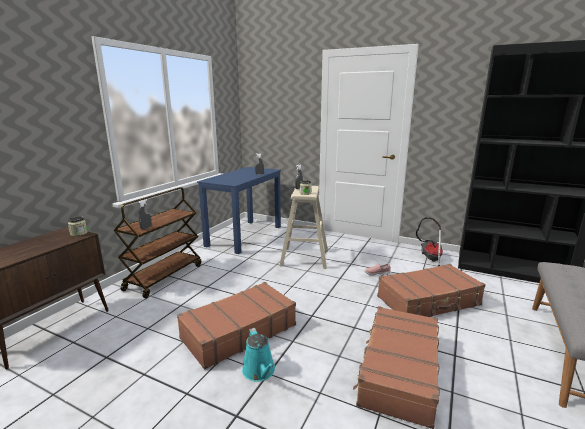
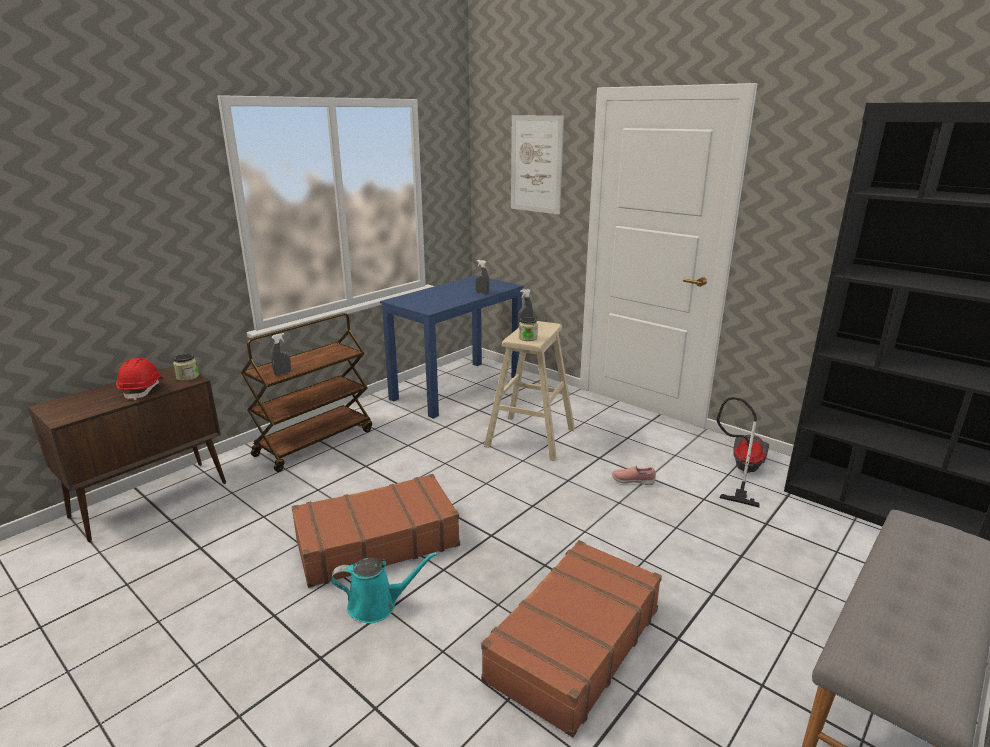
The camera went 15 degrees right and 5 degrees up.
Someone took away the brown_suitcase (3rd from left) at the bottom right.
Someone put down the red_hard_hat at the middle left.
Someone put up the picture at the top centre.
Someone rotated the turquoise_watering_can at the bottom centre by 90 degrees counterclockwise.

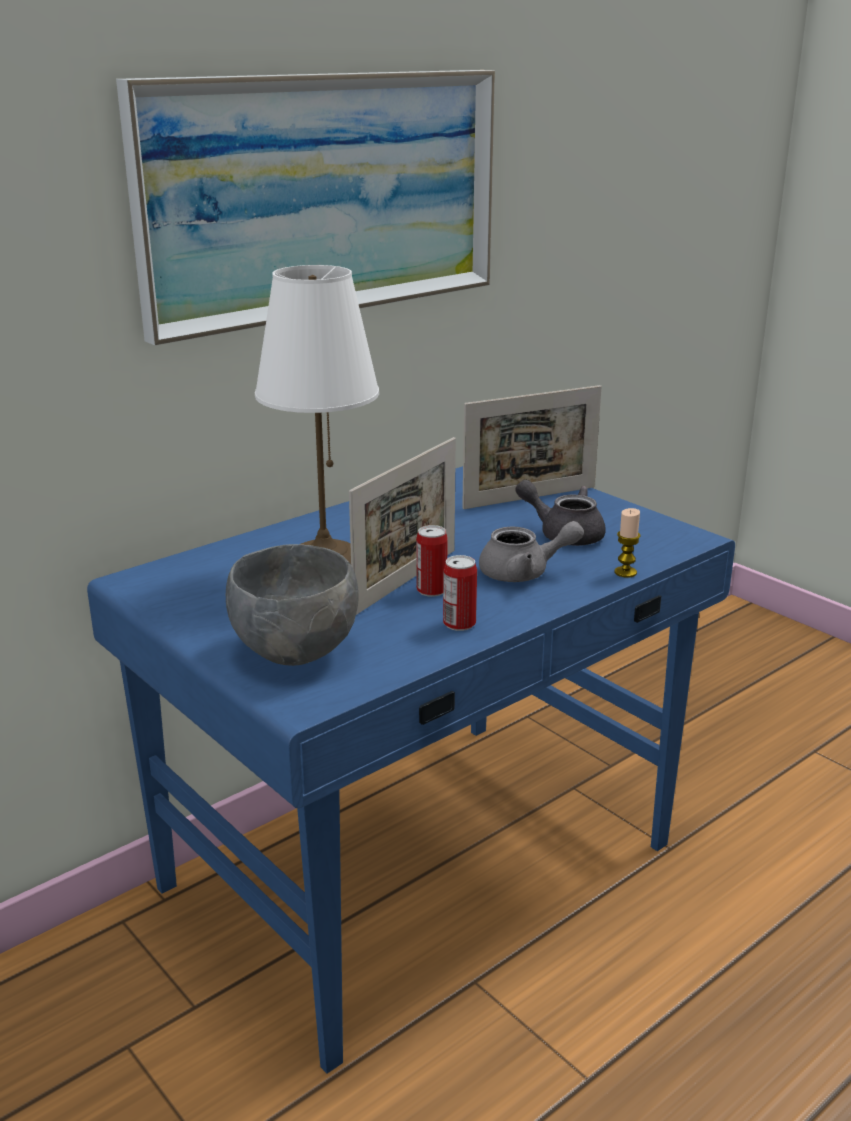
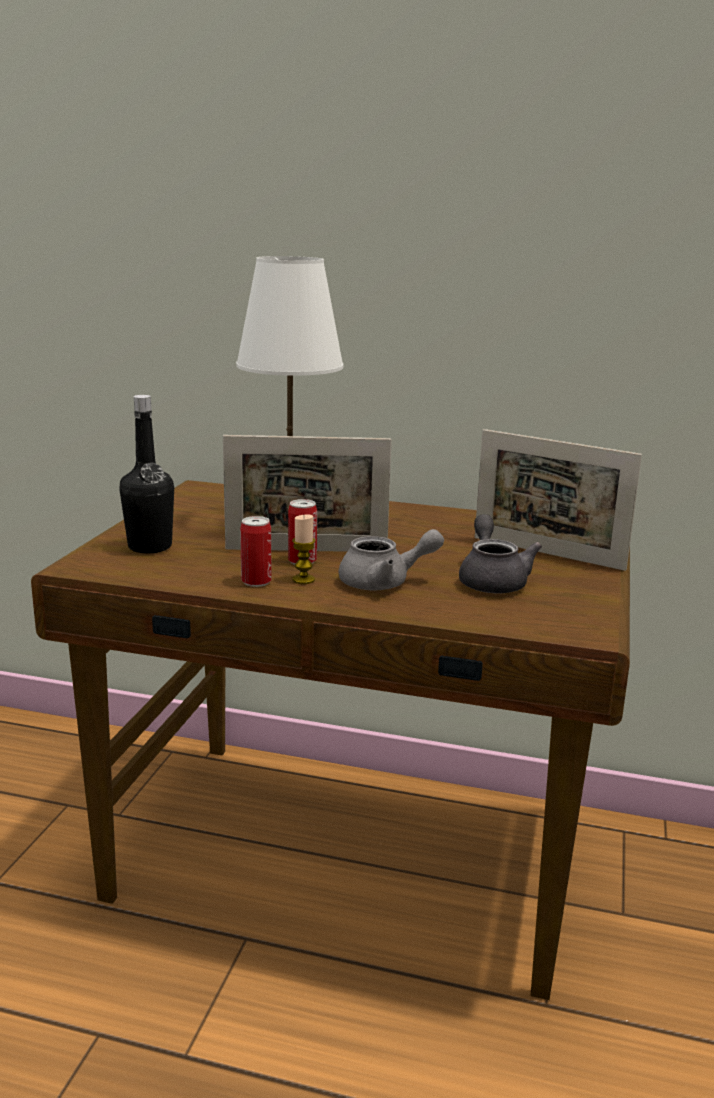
The camera went 55 degrees right and 5 degrees down.
Someone took away the picture at the top centre.
Someone carried the candle from the middle right to the centre.
Someone swapped the grey_bowl at the centre for the black_bottle at the middle left.
Someone repainted the blue_desk at the bottom centre, which became the brown_desk at the bottom centre.
Someone rotated the grey_teapot (1st from left) at the centre by 60 degrees counterclockwise.

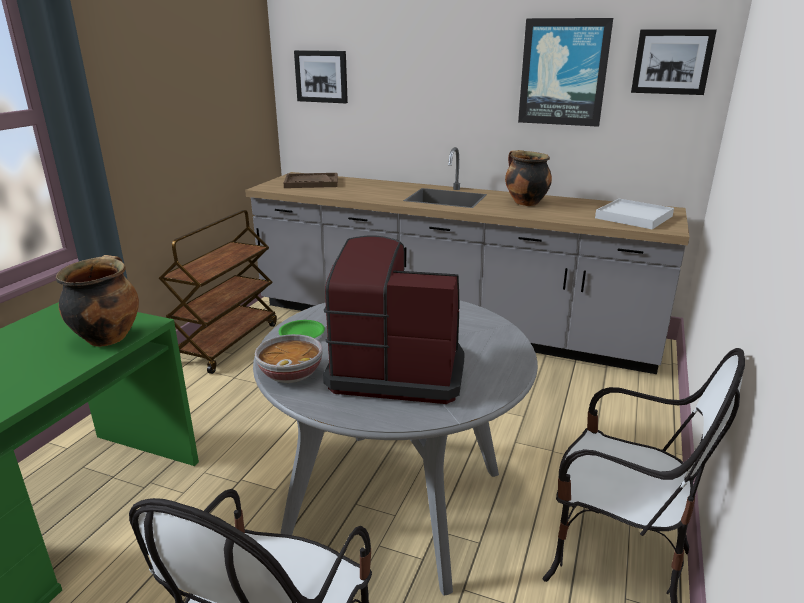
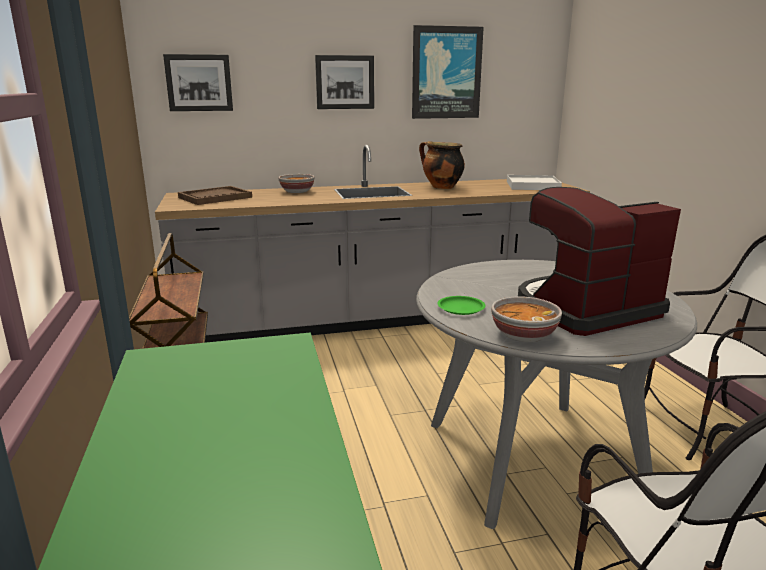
The camera went 35 degrees left and 5 degrees down.
Someone took away the cooking_pot (1st from left) at the middle left.
Someone put down the bowl (1st from left) at the top centre.
Someone carried the picture (3rd from left in the first image) from the top right to the top centre.

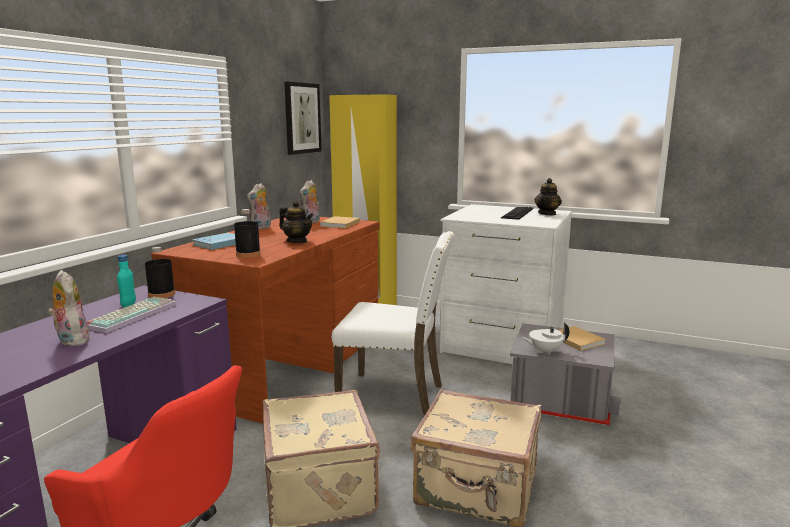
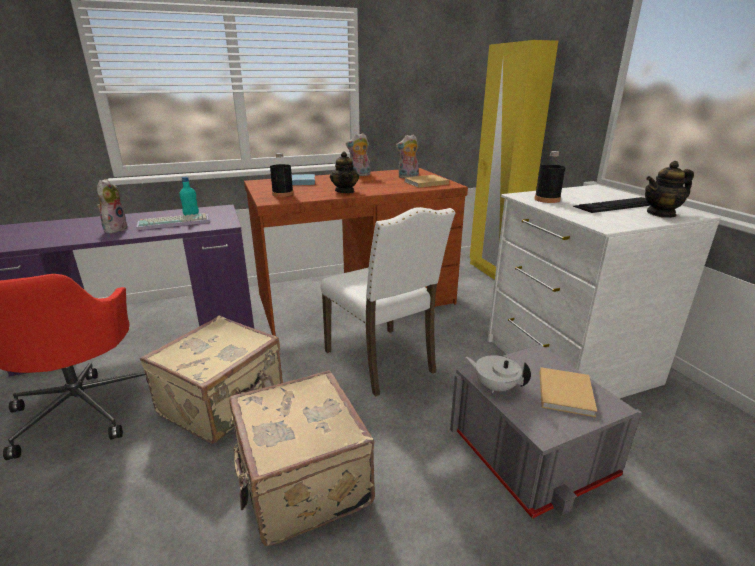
The camera went 45 degrees right and 10 degrees up.
Someone took away the picture at the top centre.
Someone carried the black_bottle (1st from left in the first image) from the middle left to the top right.

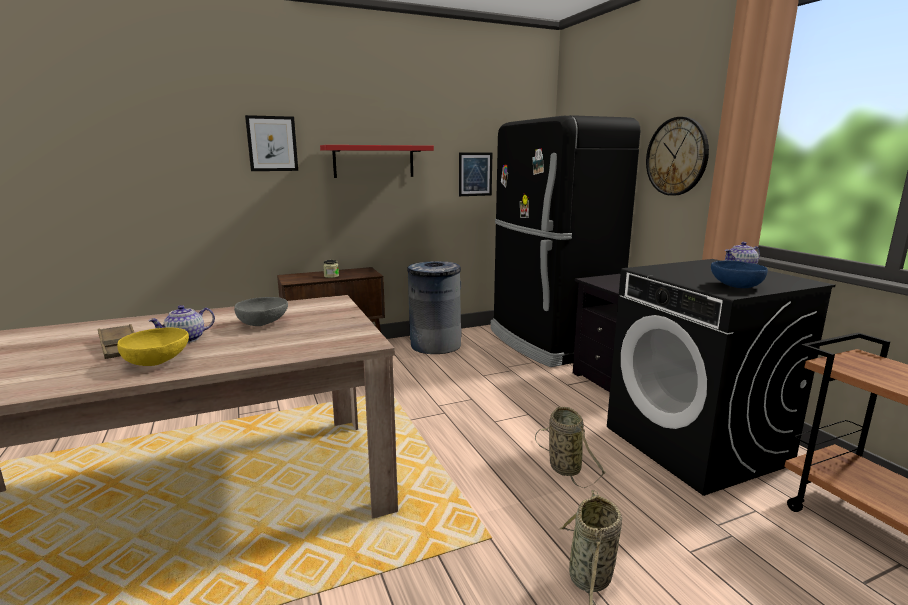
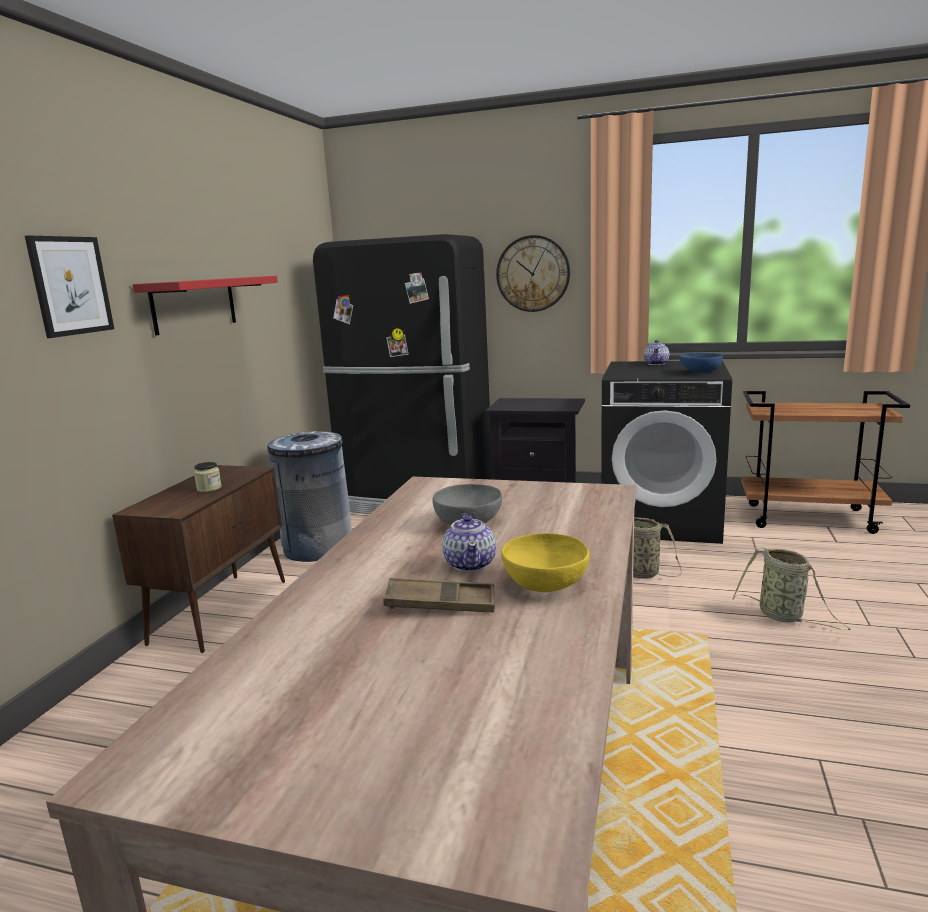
The camera went 50 degrees left and 0 degrees up.
Someone took away the picture (2nd from left) at the top centre.

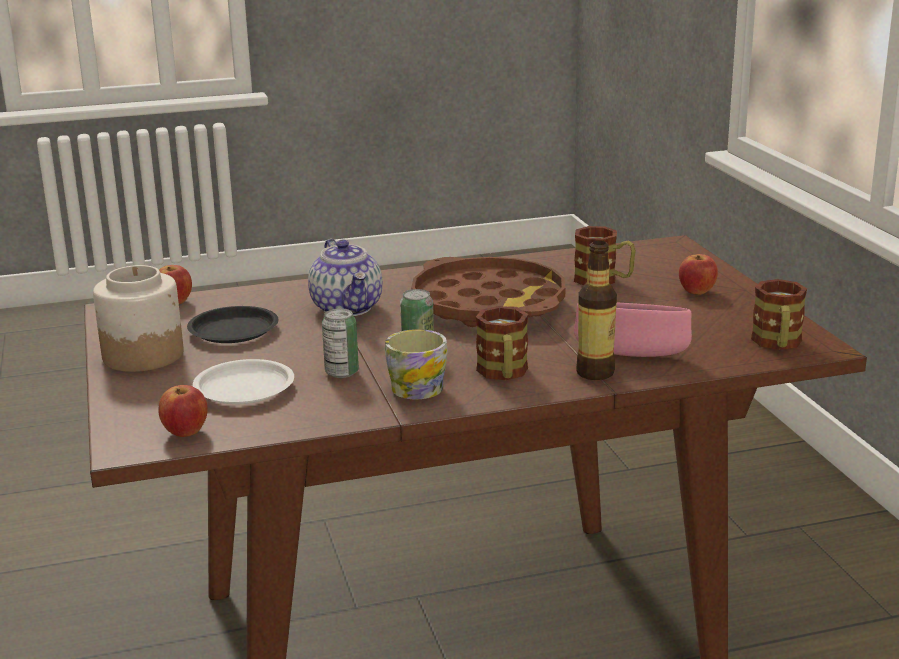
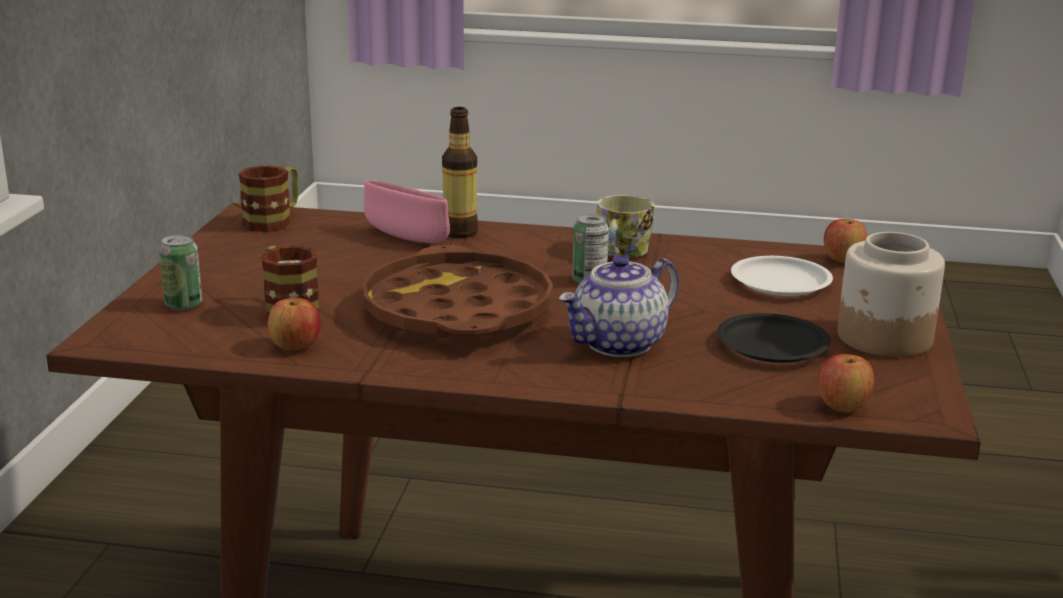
The camera went 155 degrees left and 0 degrees up.
Someone took away the mug (2nd from left) at the centre.
Someone carried the can (1st from left) from the centre to the middle left.
Someone carried the apple (3rd from left in the first image) from the middle right to the middle left.
Someone rotated the teapot at the centre by 135 degrees counterclockwise.

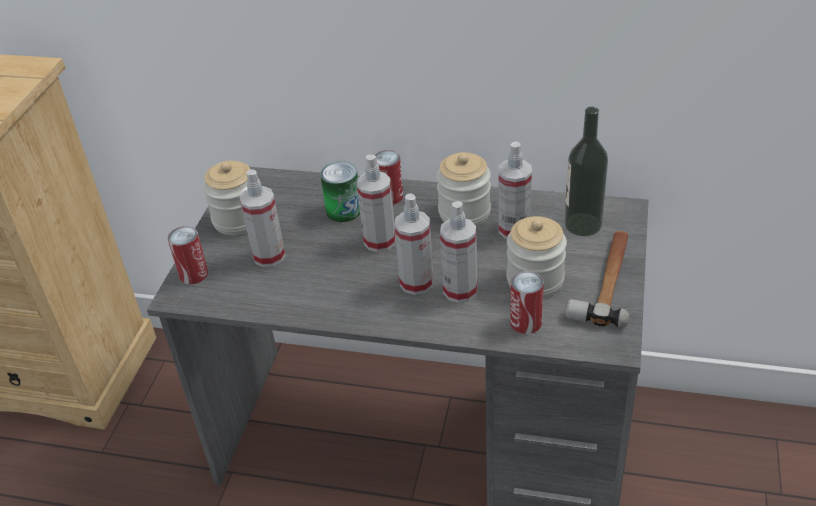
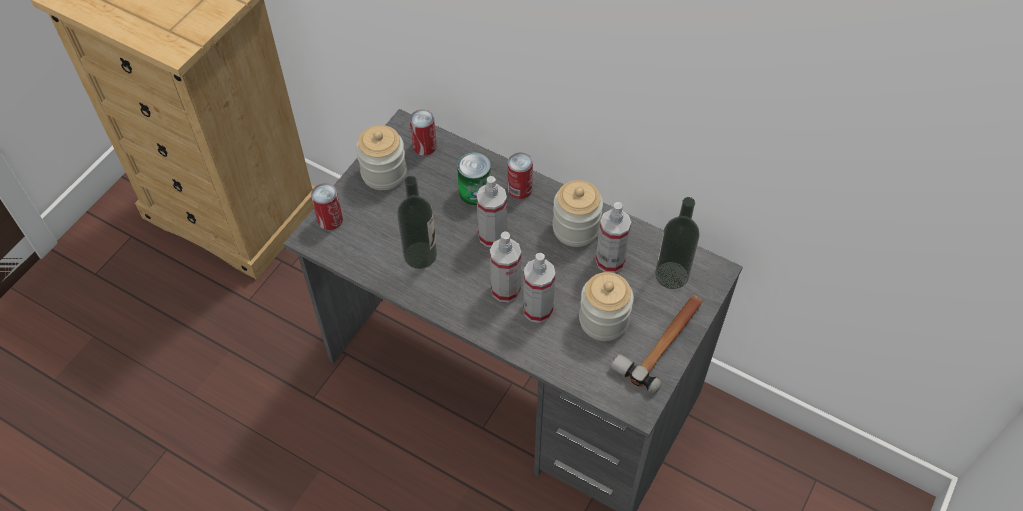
The camera went 15 degrees right and 15 degrees up.
Someone took away the spray_bottle (1st from left) at the middle left.
Someone put down the bottle (1st from left) at the centre.
Someone carried the can (4th from left in the first image) from the centre to the top centre.

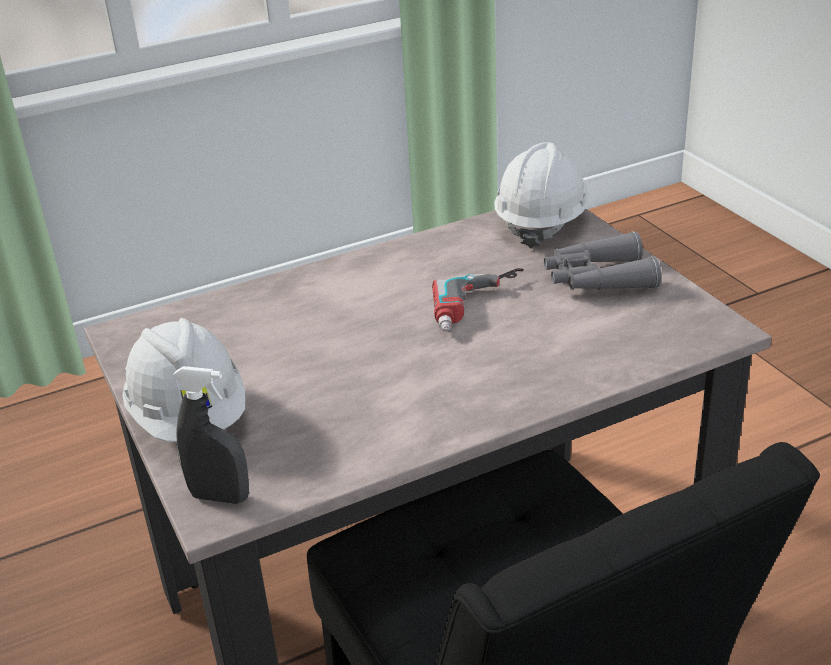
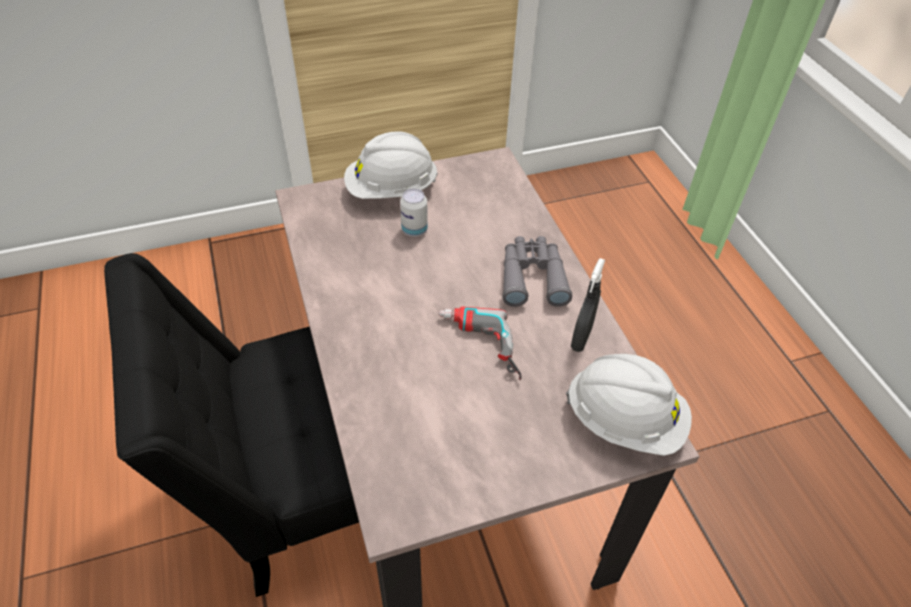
The camera went 95 degrees right and 15 degrees up.
Someone put down the can at the centre.
Someone carried the grey_spray_bottle from the middle left to the centre.
Someone carried the grey_binoculars from the middle right to the centre.

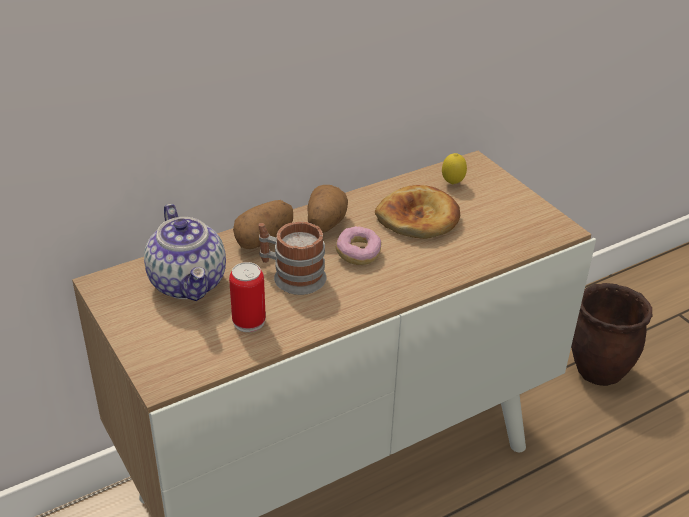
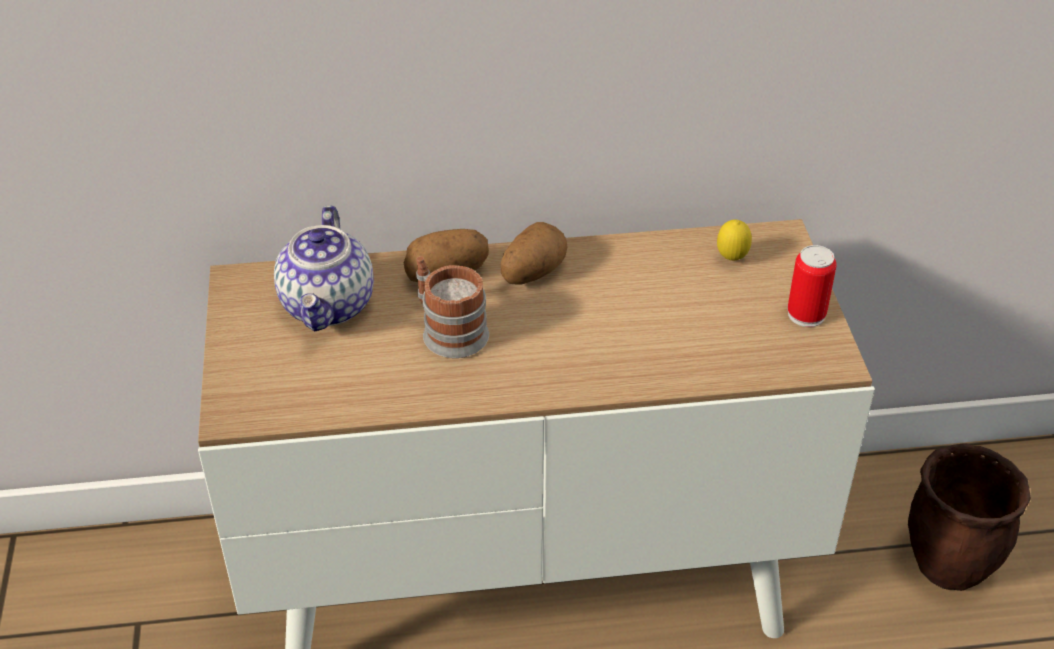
The camera went 25 degrees right and 5 degrees up.
Someone took away the donut at the centre.
Someone took away the bread at the centre.
Someone carried the can from the centre to the middle right.

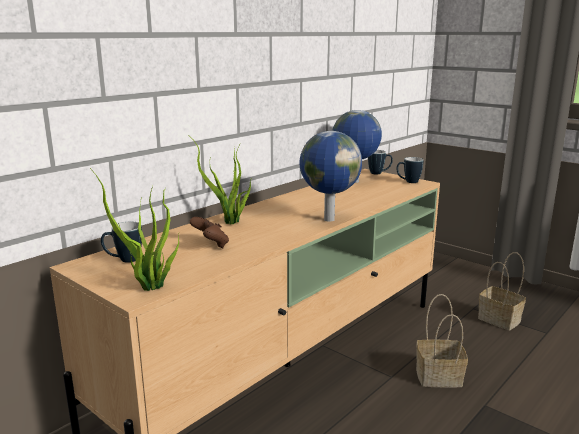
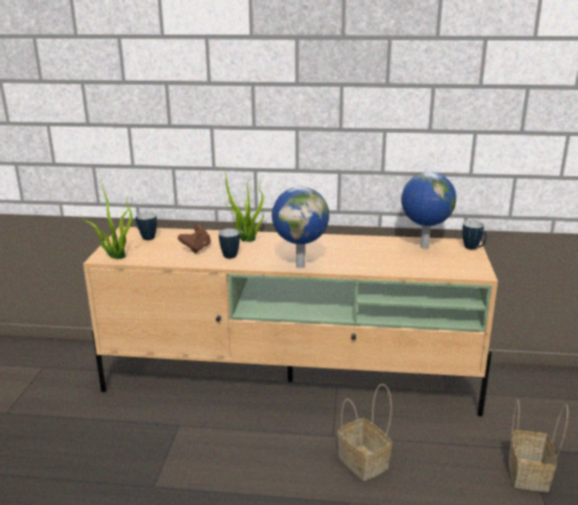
The camera went 55 degrees right and 5 degrees up.
Someone carried the mug (3rd from left in the first image) from the middle right to the centre.

